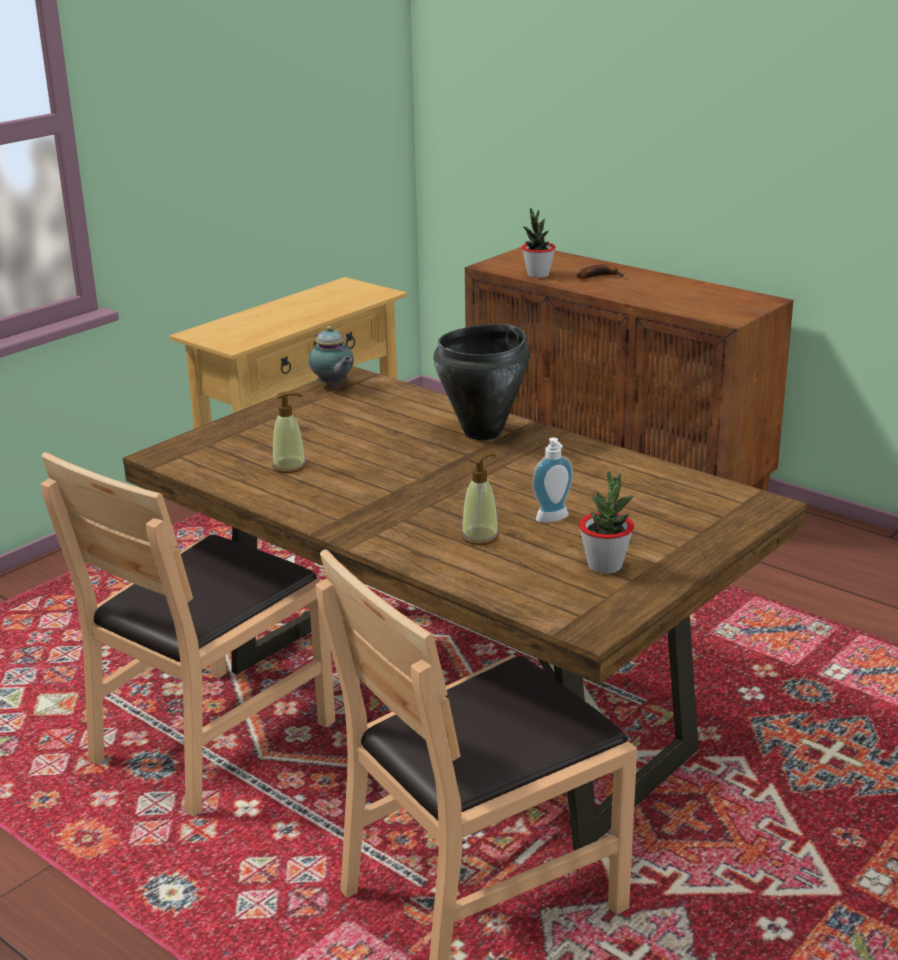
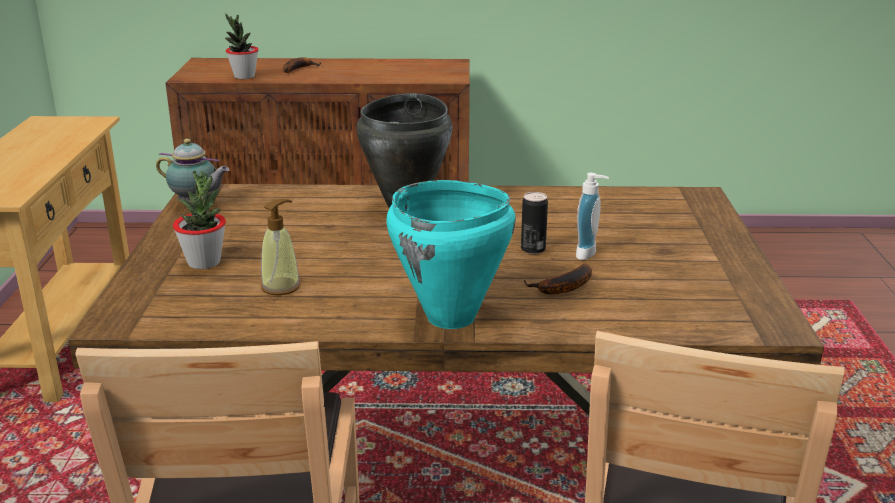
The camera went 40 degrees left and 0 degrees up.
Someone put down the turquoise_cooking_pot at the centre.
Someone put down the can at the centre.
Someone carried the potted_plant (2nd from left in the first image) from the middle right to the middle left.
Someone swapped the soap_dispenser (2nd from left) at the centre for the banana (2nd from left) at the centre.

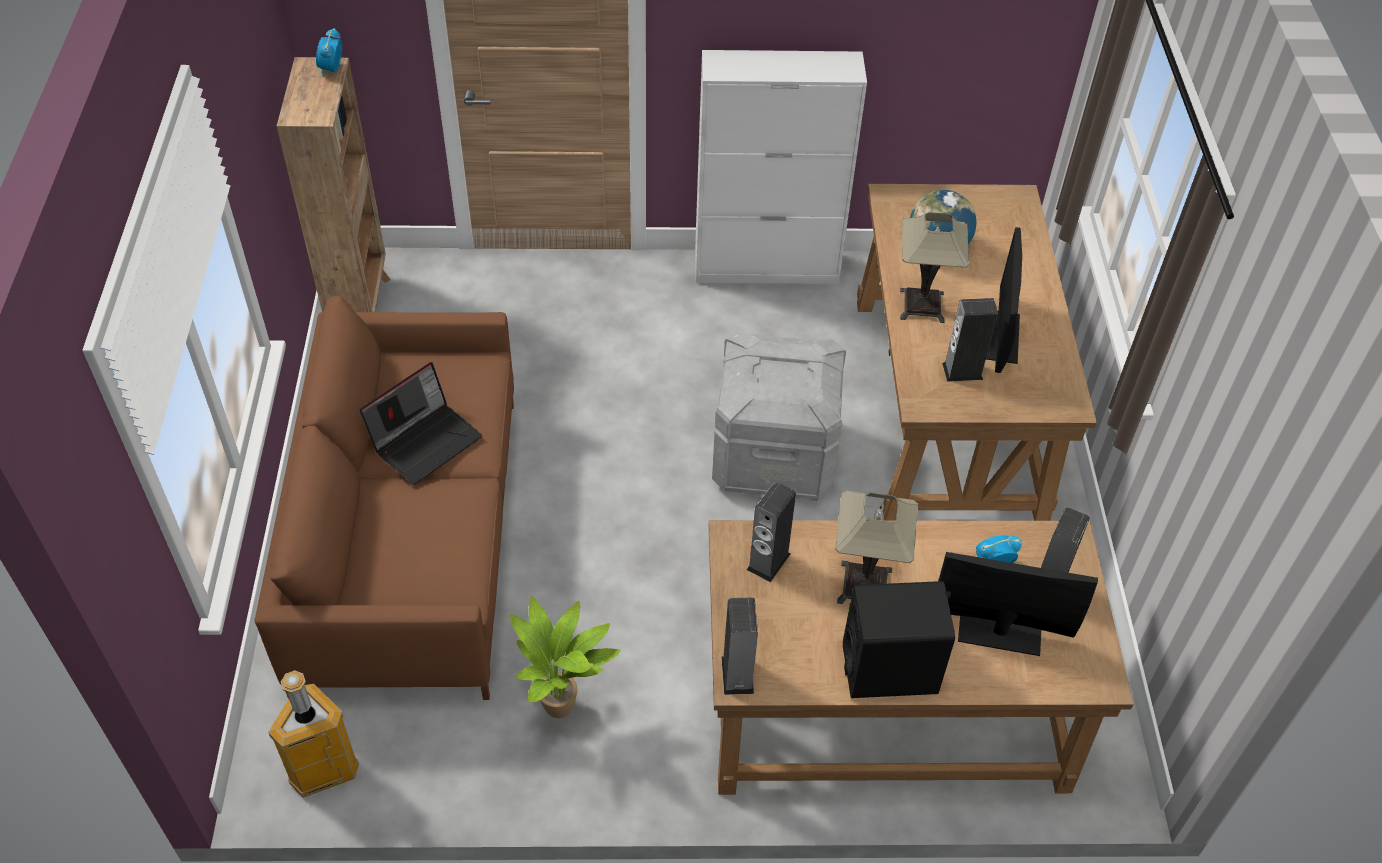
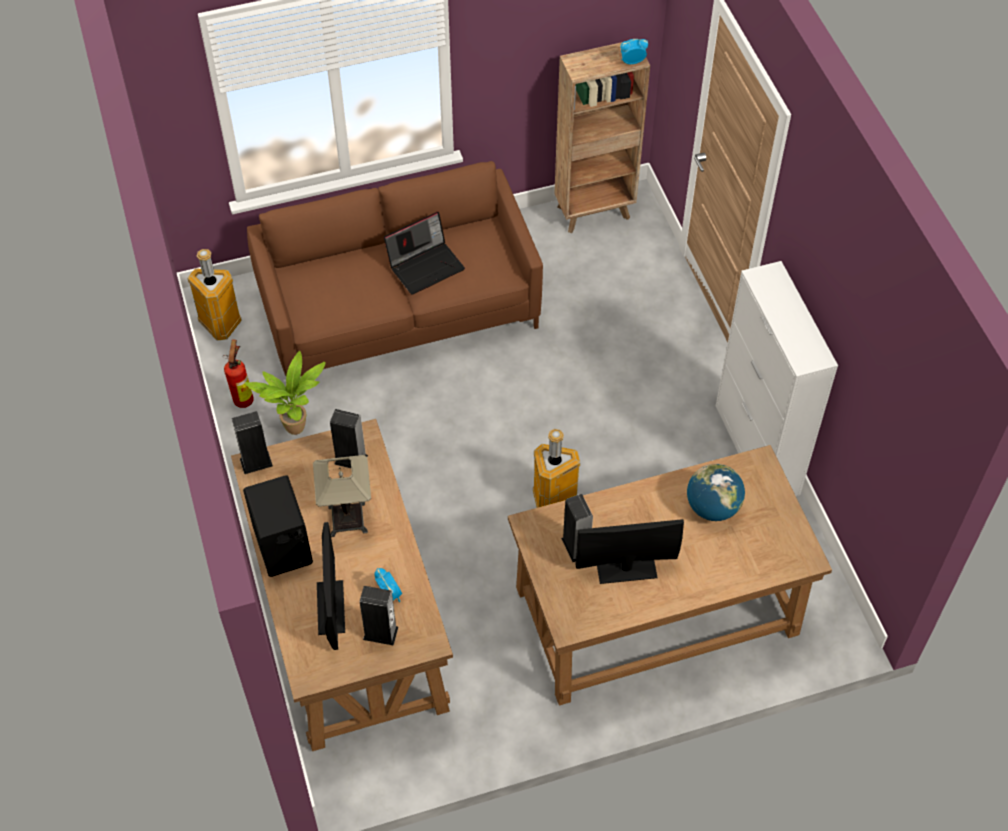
The camera went 75 degrees right and 5 degrees up.
Someone took away the table_lamp (2nd from left) at the top right.
Someone put down the fire_extinguisher at the middle left.
Someone swapped the grey_storage_box at the centre for the trash_can (2nd from left) at the centre.
Someone rotated the laptop at the middle left by 60 degrees counterclockwise.

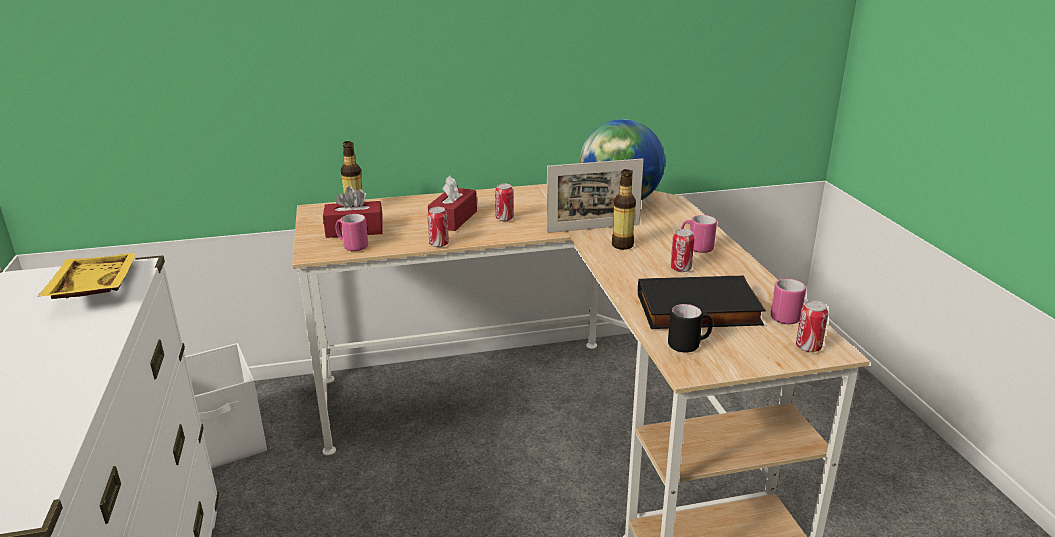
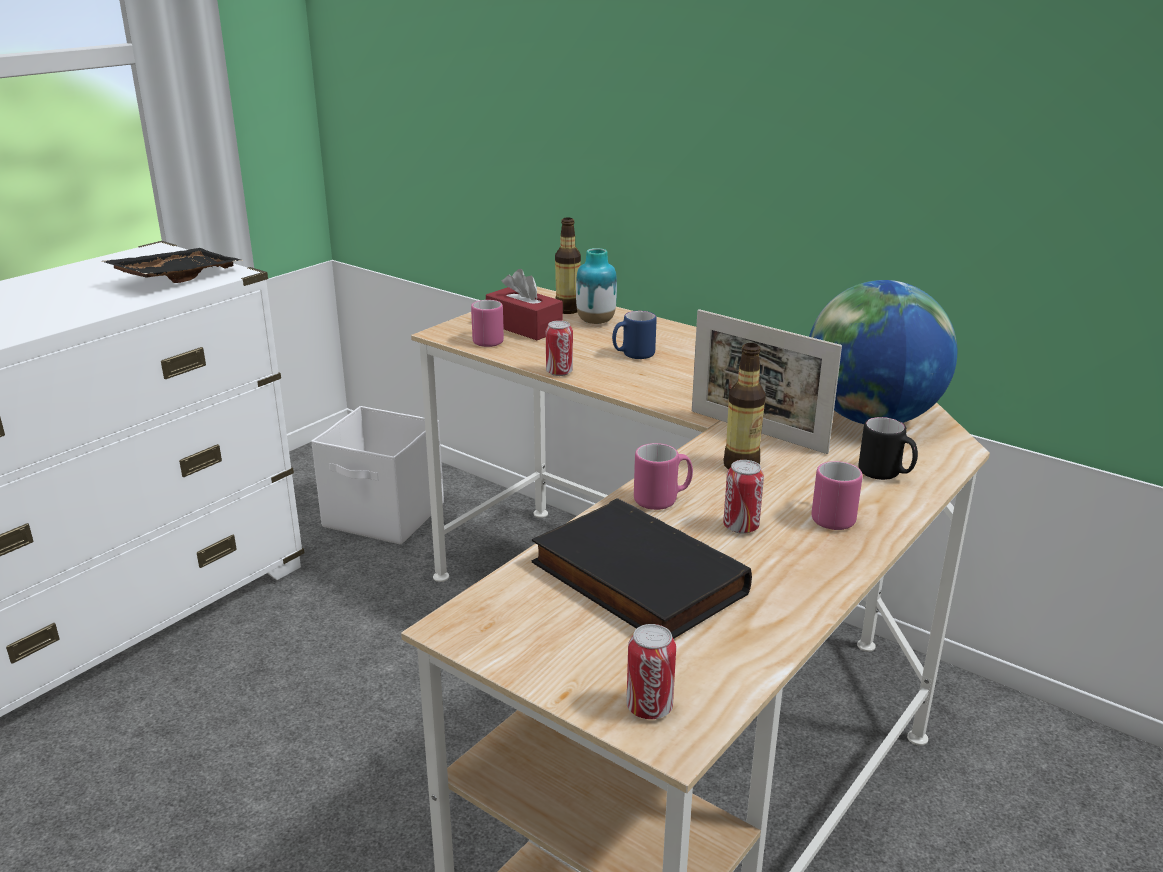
The camera went 50 degrees right and 0 degrees up.
Someone took away the can (2nd from left) at the centre.
Someone put down the vase at the top centre.
Someone carried the black_mug from the centre to the middle right.
Someone carried the pink_mug (3rd from left in the first image) from the middle right to the centre.
Someone swapped the red_tissue_box (2nd from left) at the centre for the blue_mug at the centre.
Someone repainted the yellow_tray at the middle left, which became the black_tray at the top left.

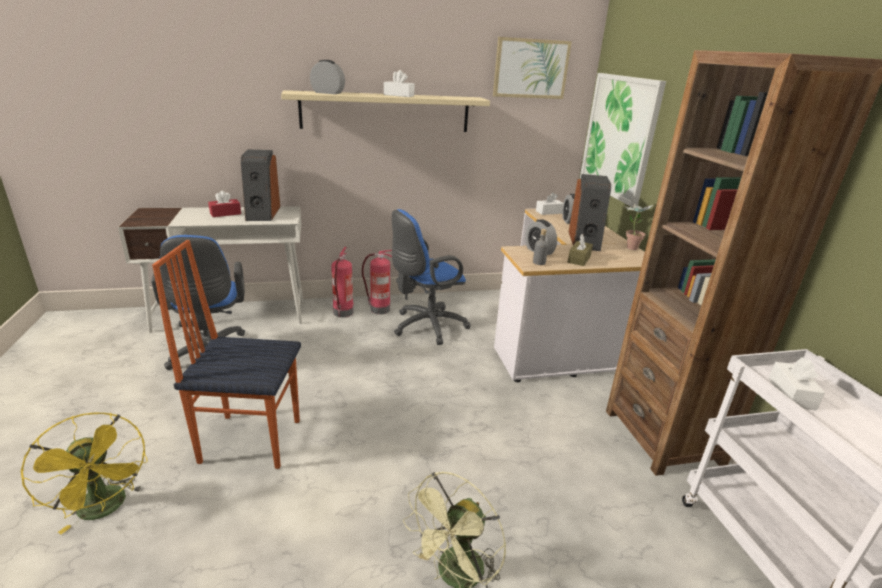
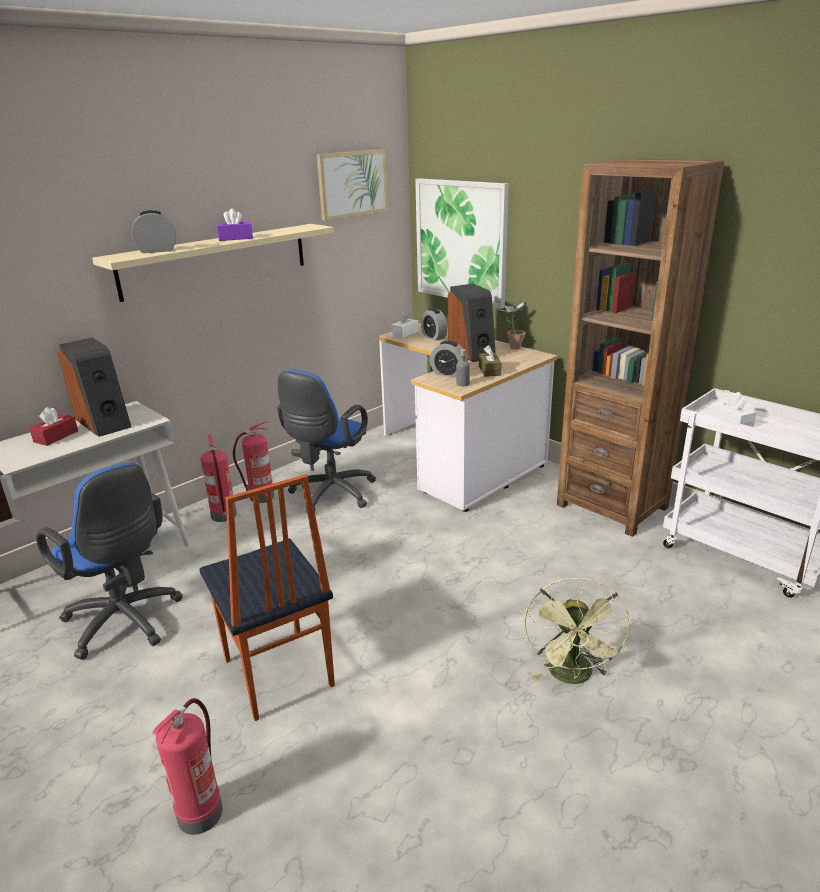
The camera went 30 degrees left and 0 degrees up.
Someone swapped the yellow_fan at the bottom left for the fire_extinguisher (1st from left) at the bottom left.
Someone repainted the white_tissue_box (1st from left) at the top centre, which became the purple_tissue_box at the top left.
Someone rotated the chair at the middle left by 90 degrees counterclockwise.

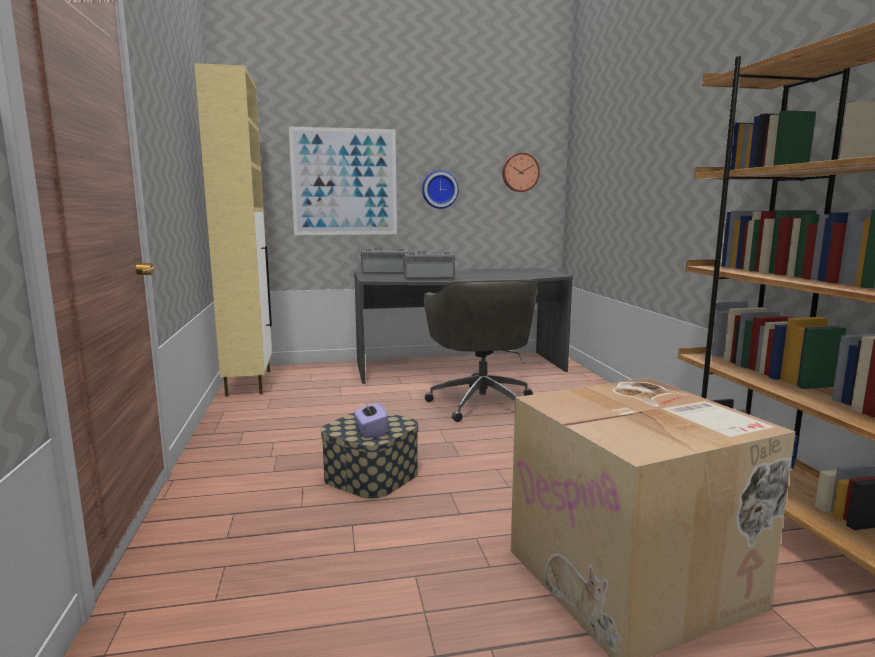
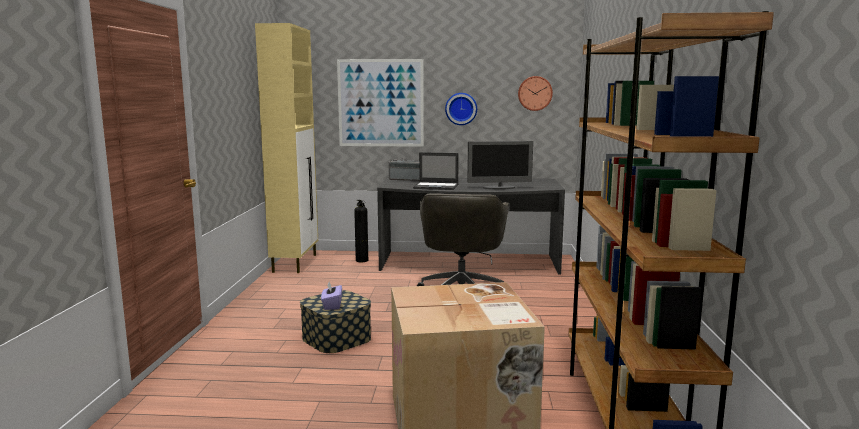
The camera went 15 degrees right and 0 degrees up.
Someone put down the fire_extinguisher at the centre.
Someone put down the monitor at the centre.
Someone swapped the radio (2nd from left) at the centre for the laptop at the centre.

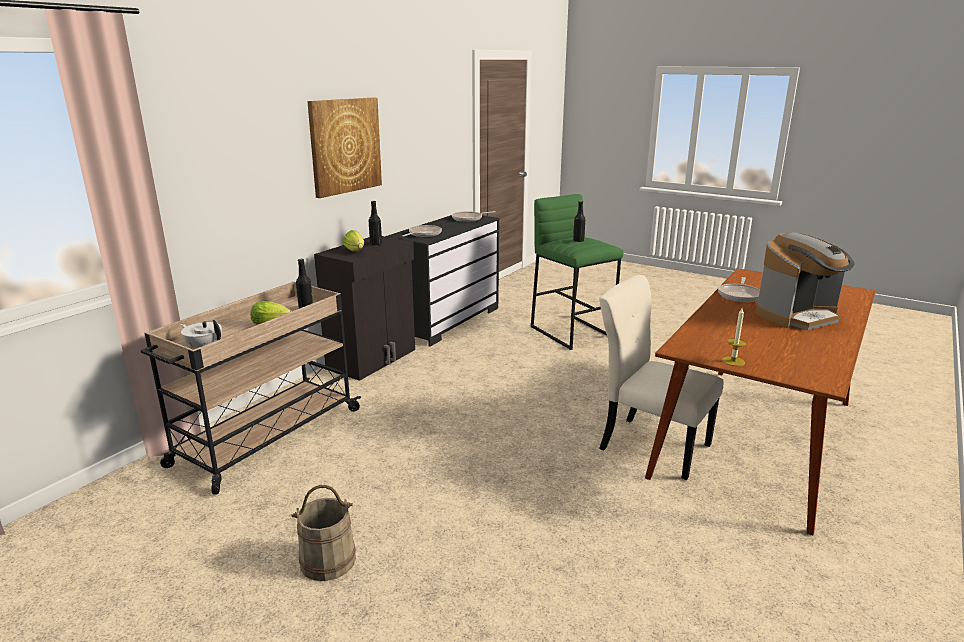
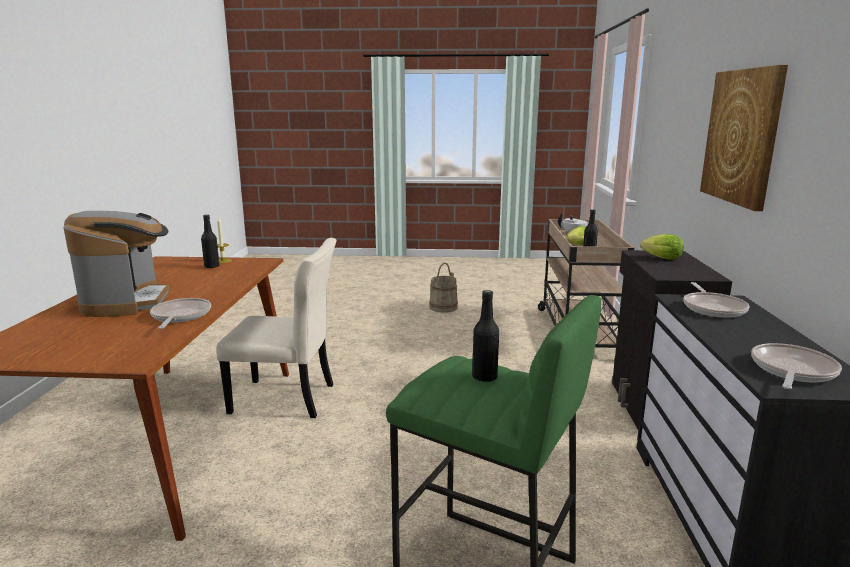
The camera went 150 degrees right and 5 degrees down.
Someone carried the black_bottle (2nd from left in the first image) from the centre to the middle left.
Someone rotated the coffee_machine at the middle right by 135 degrees clockwise.

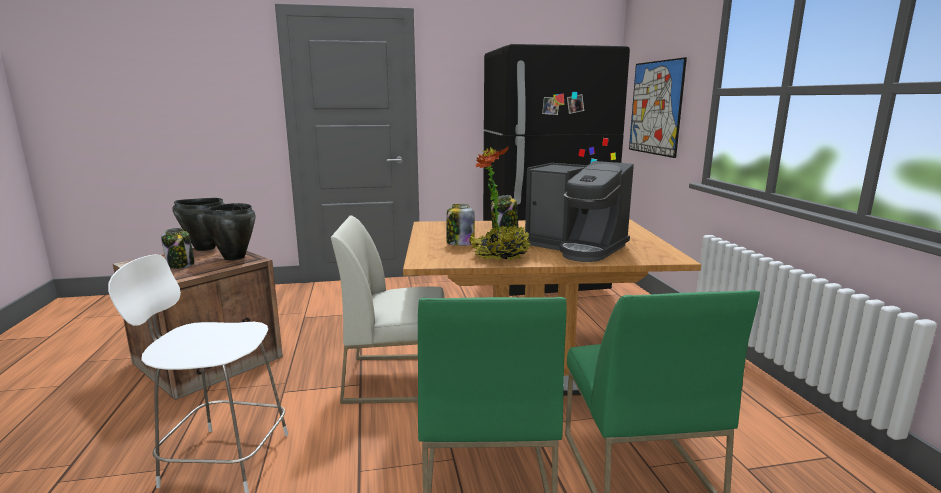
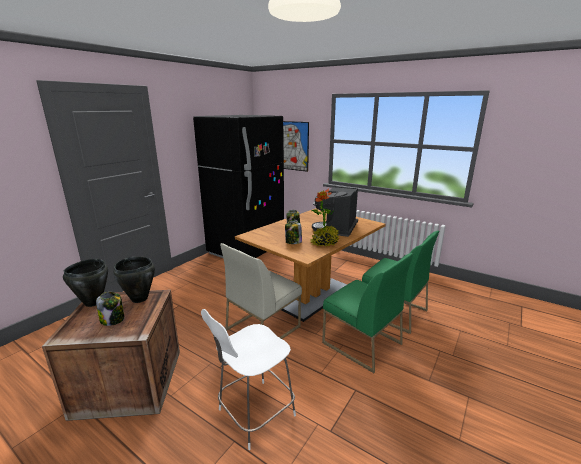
The camera went 45 degrees left and 5 degrees up.
Someone rotated the coffee_machine at the centre by 120 degrees clockwise.

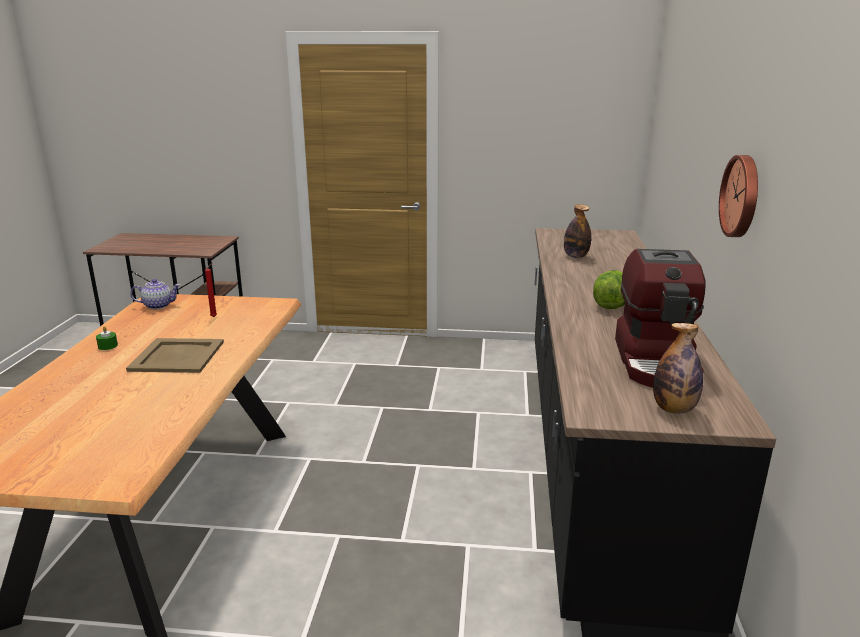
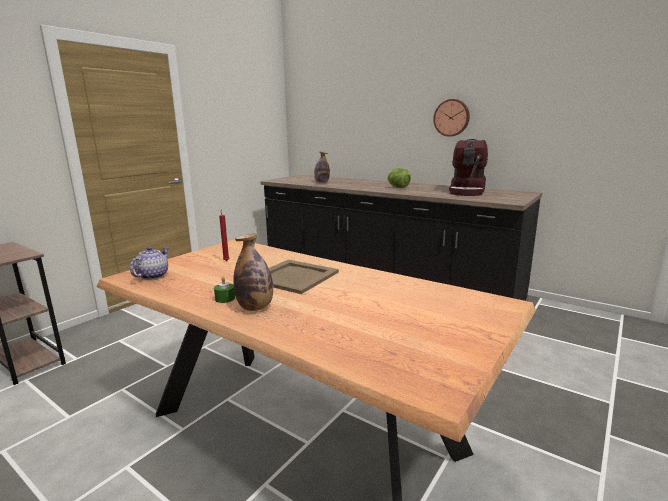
The camera went 60 degrees left and 5 degrees down.
Someone carried the bottle (2nd from left in the first image) from the middle right to the centre.
Someone rotated the coffee_machine at the middle right by 75 degrees clockwise.

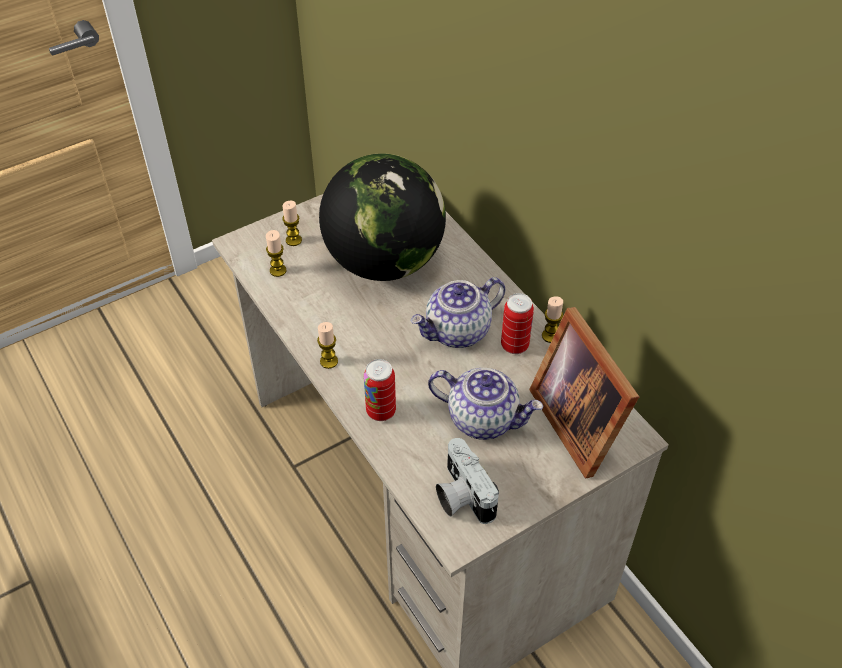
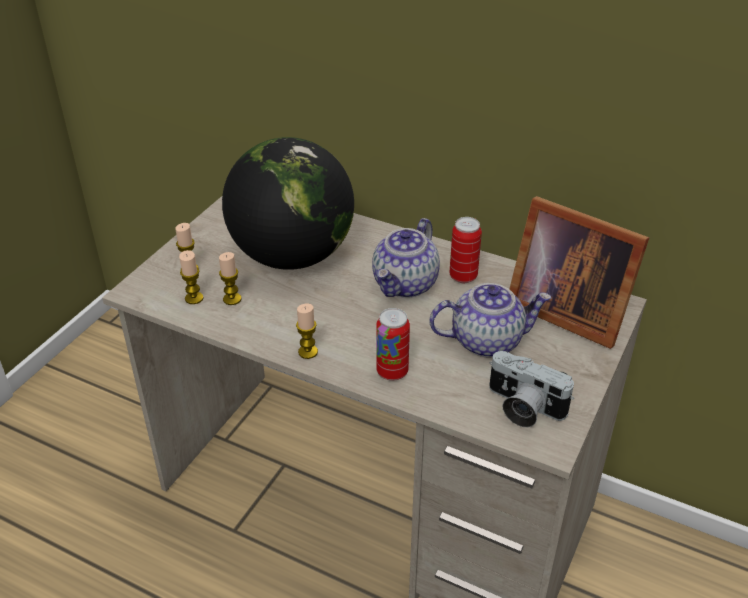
The camera went 30 degrees left and 10 degrees down.
Someone carried the candle (4th from left in the first image) from the centre to the middle left.

